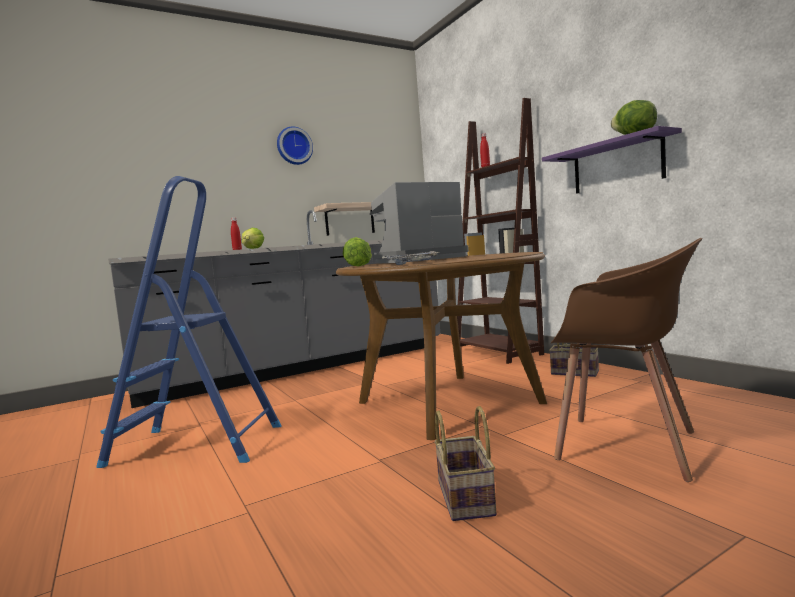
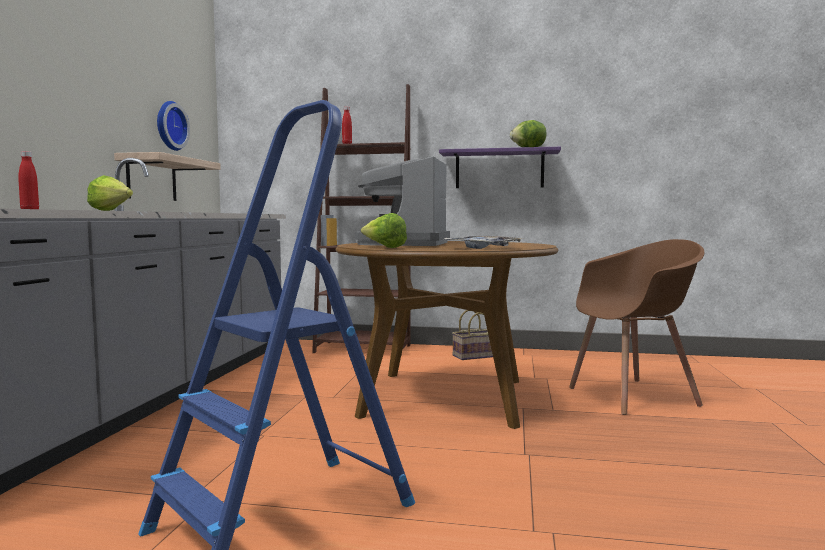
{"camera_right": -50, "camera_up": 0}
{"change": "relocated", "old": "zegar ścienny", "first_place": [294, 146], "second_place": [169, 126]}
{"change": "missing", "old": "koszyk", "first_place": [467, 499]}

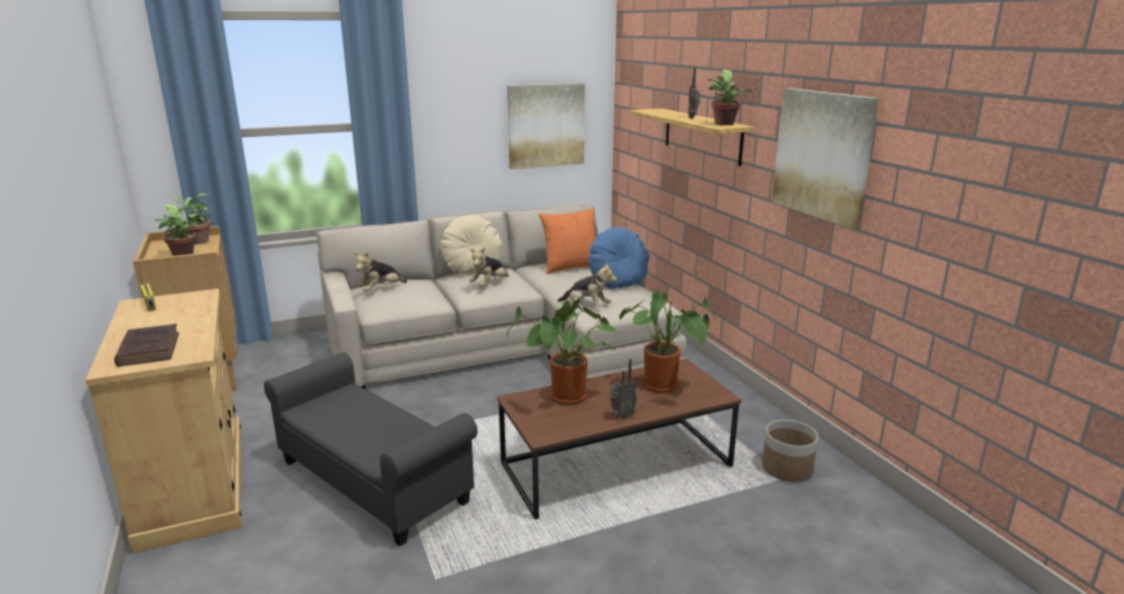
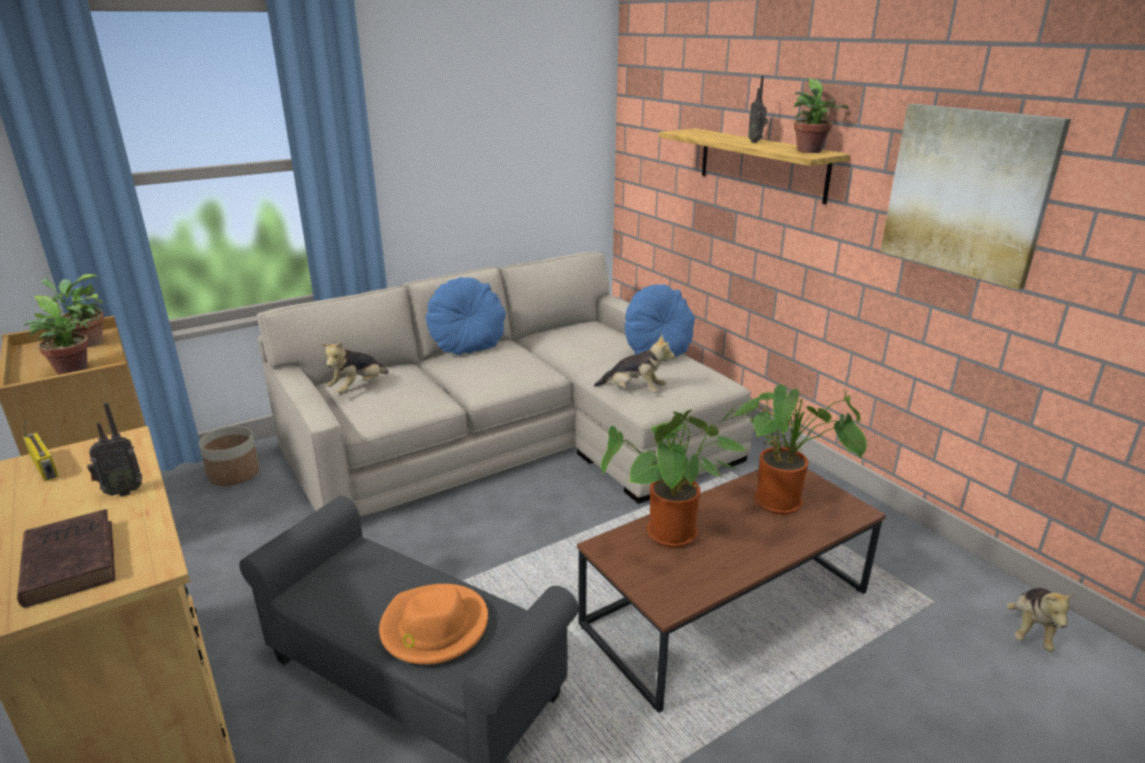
{"camera_right": -10, "camera_up": 5}
{"change": "relocated", "old": "radio", "first_place": [621, 416], "second_place": [122, 492]}
{"change": "relocated", "old": "donica", "first_place": [787, 468], "second_place": [234, 473]}
{"change": "appeared", "new": "kapelusz [pomarańczowy]", "second_place": [433, 628]}
{"change": "colour", "old": "poduszka [beżowy]", "new": "poduszka [niebieski]", "first_place": [472, 271], "second_place": [468, 349]}
{"change": "relocated", "old": "pluszak", "first_place": [489, 285], "second_place": [1030, 631]}
{"change": "missing", "old": "obraz", "first_place": [546, 125]}
{"change": "missing", "old": "poduszka [pomarańczowy]", "first_place": [570, 267]}

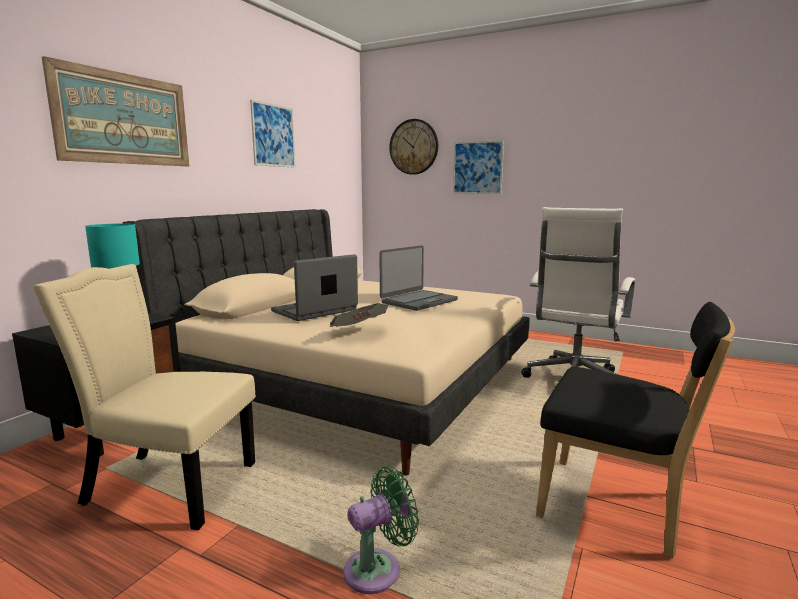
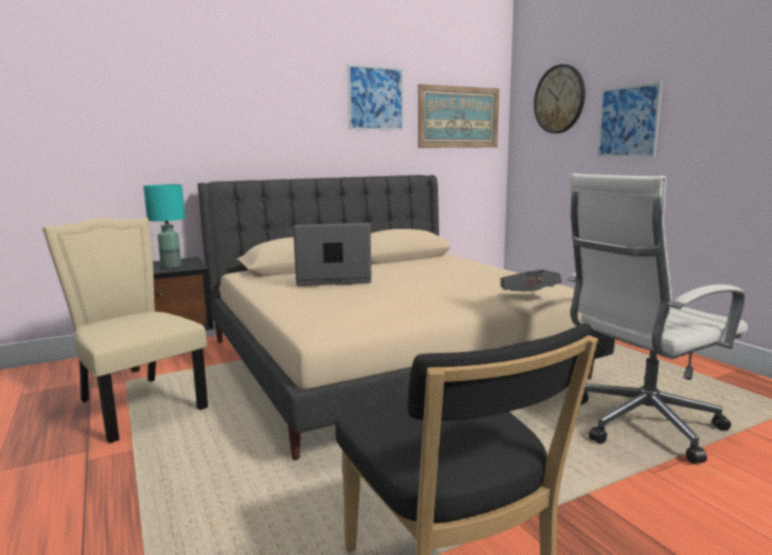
{"camera_right": 35, "camera_up": 0}
{"change": "relocated", "old": "obraz", "first_place": [124, 119], "second_place": [458, 117]}
{"change": "relocated", "old": "gazeta", "first_place": [358, 332], "second_place": [529, 298]}
{"change": "missing", "old": "wentylator [zielony]", "first_place": [378, 569]}
{"change": "missing", "old": "laptop", "first_place": [418, 301]}

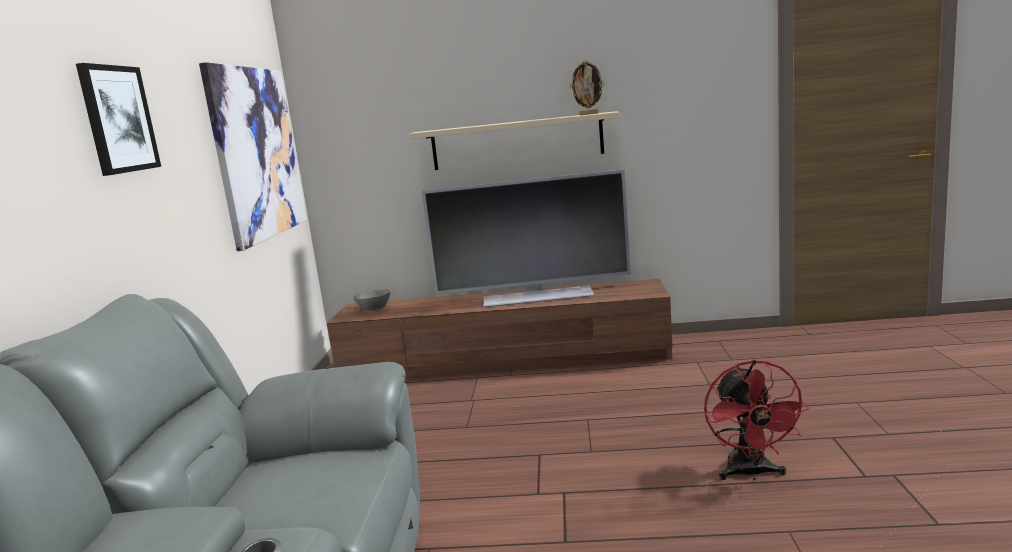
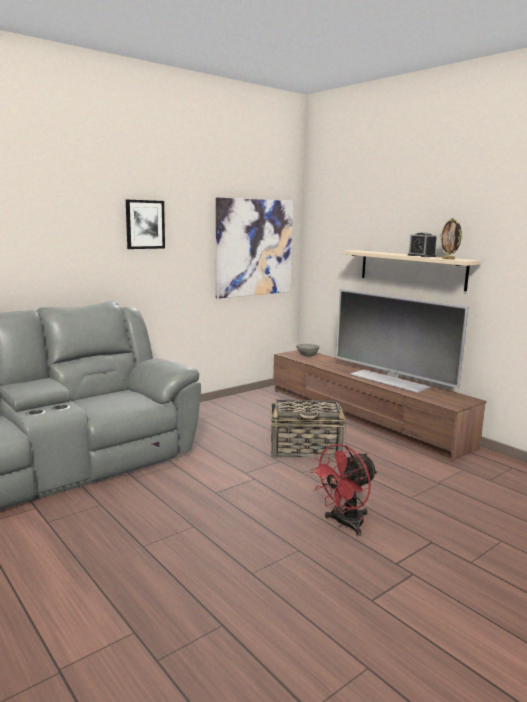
{"camera_right": 45, "camera_up": 0}
{"change": "appeared", "new": "koszyk", "second_place": [306, 450]}
{"change": "appeared", "new": "budzik", "second_place": [421, 256]}

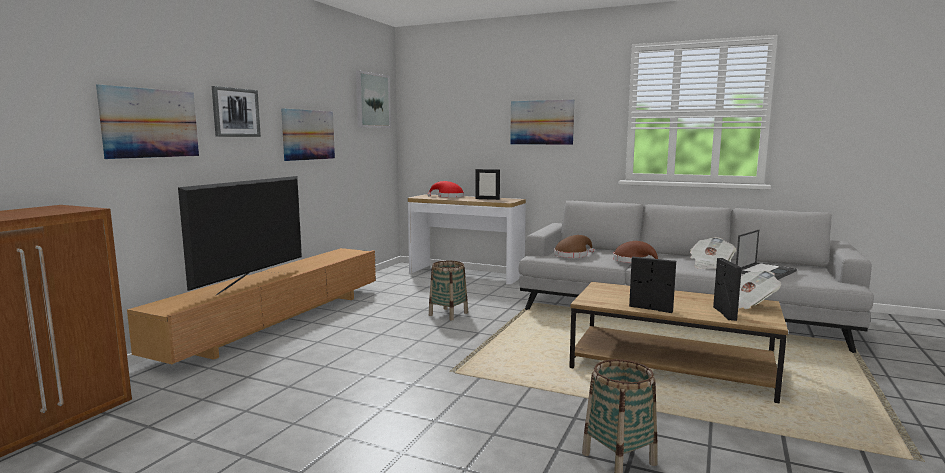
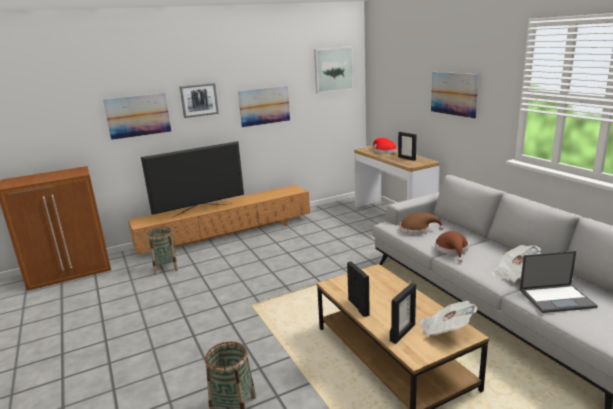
{"camera_right": 40, "camera_up": 10}
{"change": "relocated", "old": "koszyk", "first_place": [448, 314], "second_place": [165, 268]}

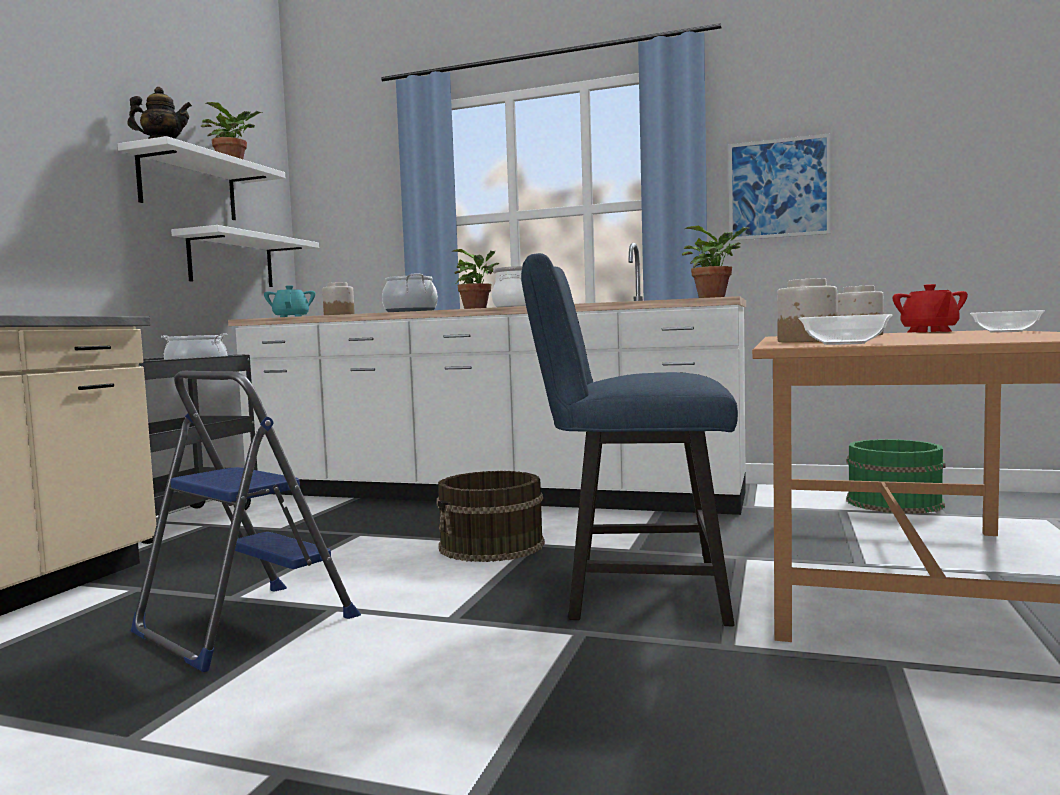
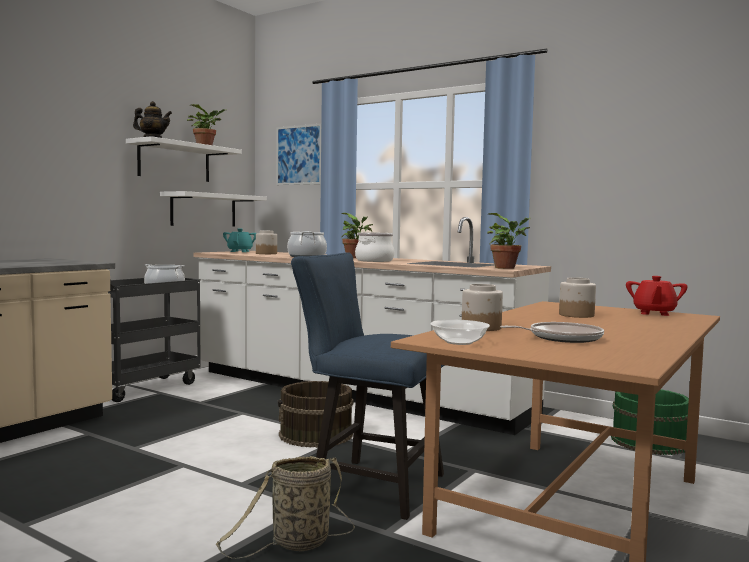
{"camera_right": 15, "camera_up": 0}
{"change": "appeared", "new": "koszyk", "second_place": [296, 544]}
{"change": "relocated", "old": "obraz", "first_place": [778, 188], "second_place": [299, 155]}
{"change": "appeared", "new": "patelnia", "second_place": [561, 338]}
{"change": "missing", "old": "drabinka [niebieski]", "first_place": [238, 626]}
{"change": "missing", "old": "miska", "first_place": [1005, 332]}

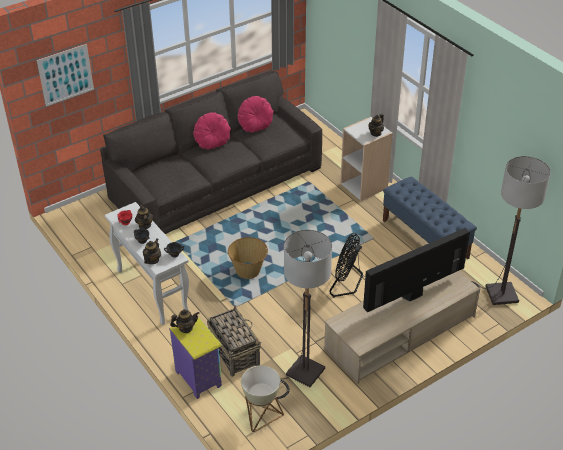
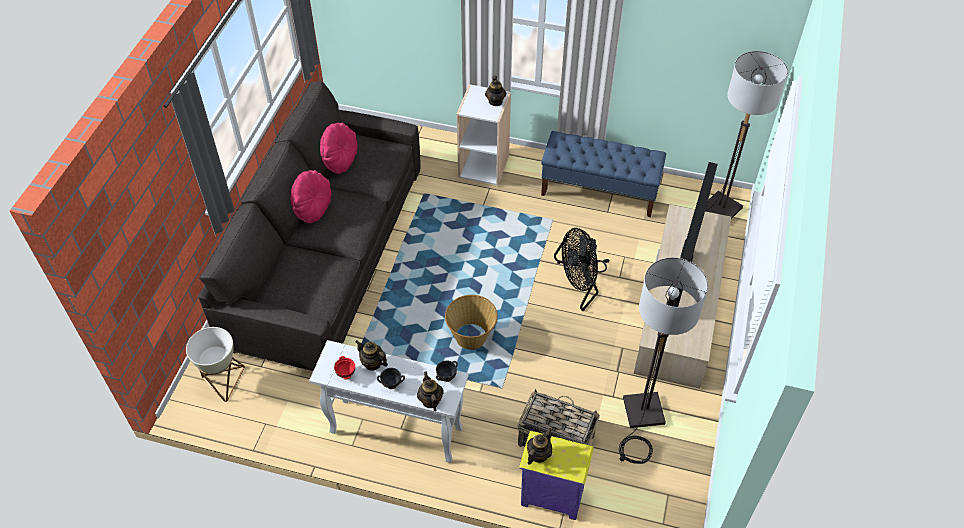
{"camera_right": -40, "camera_up": 10}
{"change": "relocated", "old": "donica", "first_place": [262, 415], "second_place": [223, 380]}
{"change": "missing", "old": "obraz", "first_place": [66, 75]}

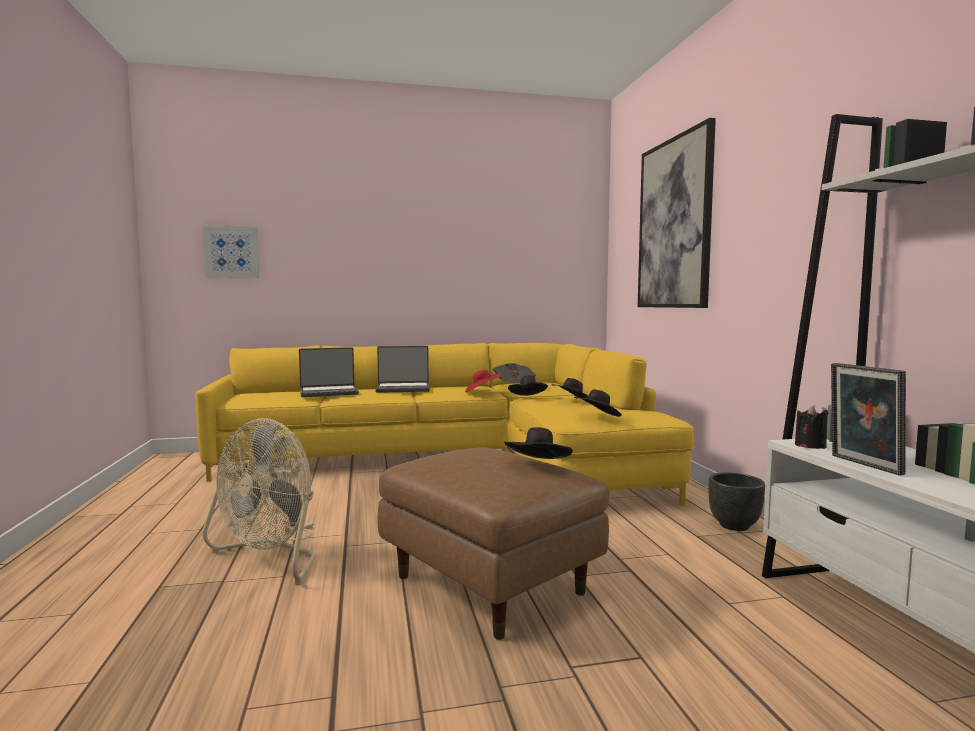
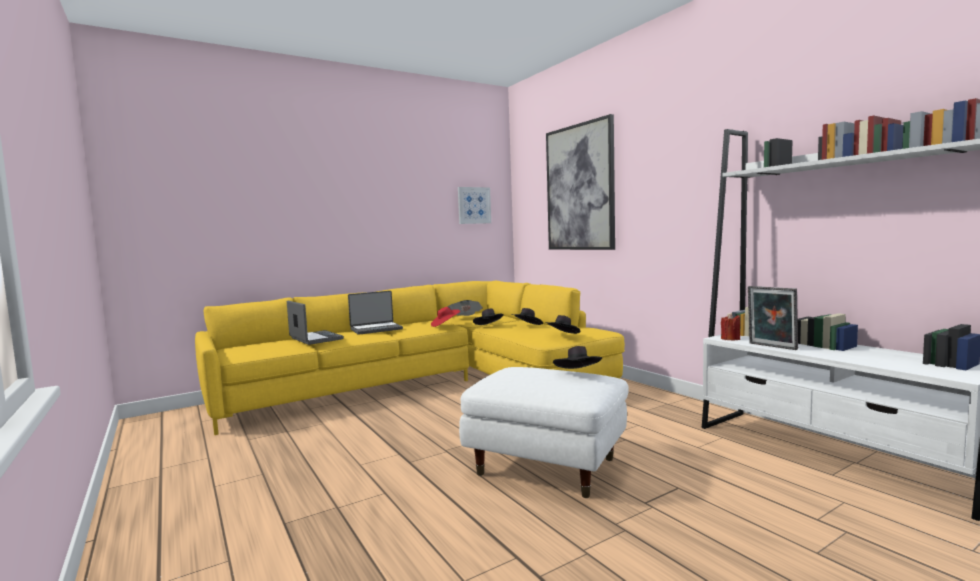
{"camera_right": -20, "camera_up": 0}
{"change": "spun", "old": "laptop", "first_place": [329, 392], "second_place": [315, 339], "degrees": -90}
{"change": "relocated", "old": "obraz", "first_place": [231, 252], "second_place": [474, 205]}
{"change": "colour", "old": "pufa [brązowy]", "new": "pufa [biały]", "first_place": [491, 587], "second_place": [548, 467]}
{"change": "colour", "old": "świeca [czarny]", "new": "świeca [czerwony]", "first_place": [810, 446], "second_place": [730, 339]}
{"change": "missing", "old": "wentylator [beżowy]", "first_place": [274, 556]}
{"change": "missing", "old": "donica [czarny]", "first_place": [734, 526]}

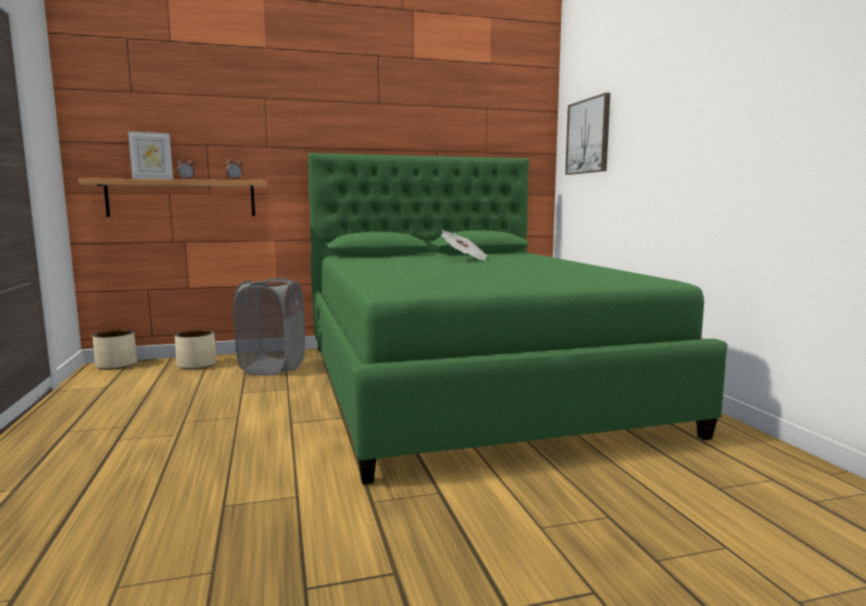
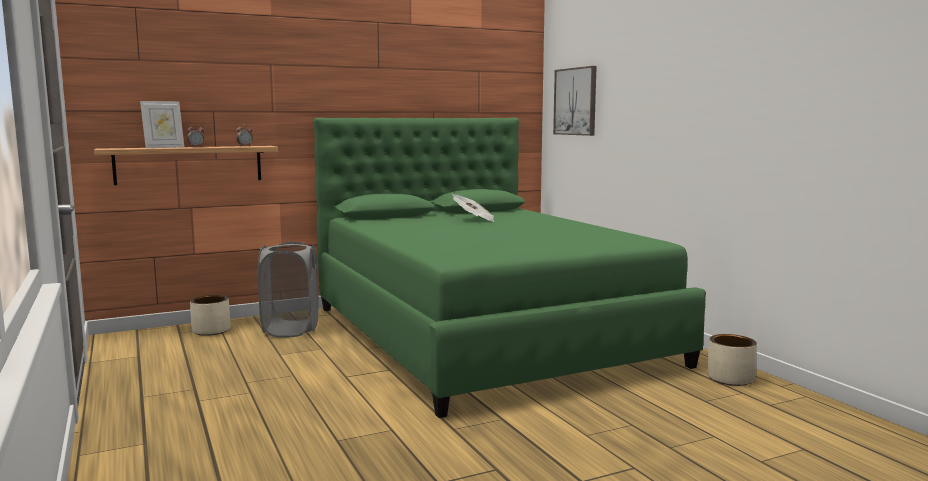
{"camera_right": -10, "camera_up": 0}
{"change": "relocated", "old": "donica [beżowy]", "first_place": [116, 365], "second_place": [730, 378]}

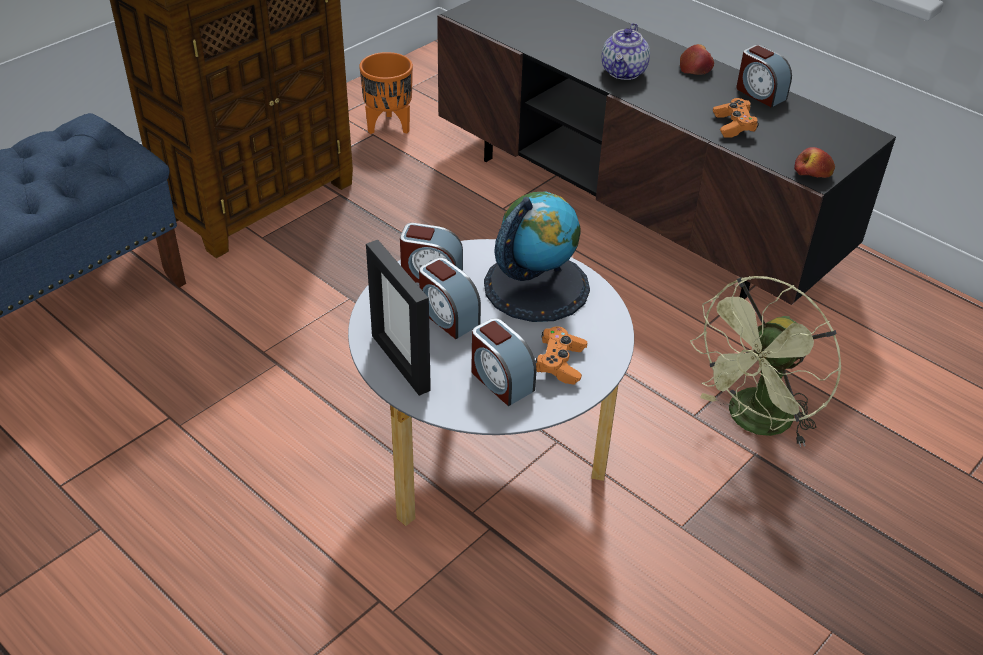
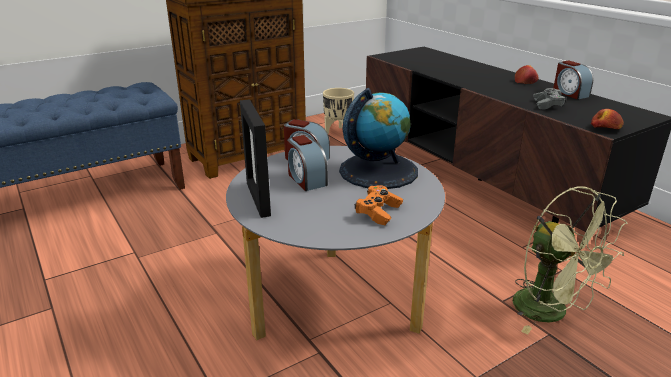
{"camera_right": 15, "camera_up": -15}
{"change": "colour", "old": "donica [pomarańczowy]", "new": "donica [beżowy]", "first_place": [388, 126], "second_place": [338, 132]}
{"change": "spun", "old": "wentylator [zielony]", "first_place": [754, 423], "second_place": [551, 312], "degrees": -90}
{"change": "colour", "old": "pad do gier [pomarańczowy]", "new": "pad do gier [szary]", "first_place": [733, 126], "second_place": [547, 105]}
{"change": "missing", "old": "budzik", "first_place": [500, 380]}
{"change": "missing", "old": "imbryk", "first_place": [624, 72]}

